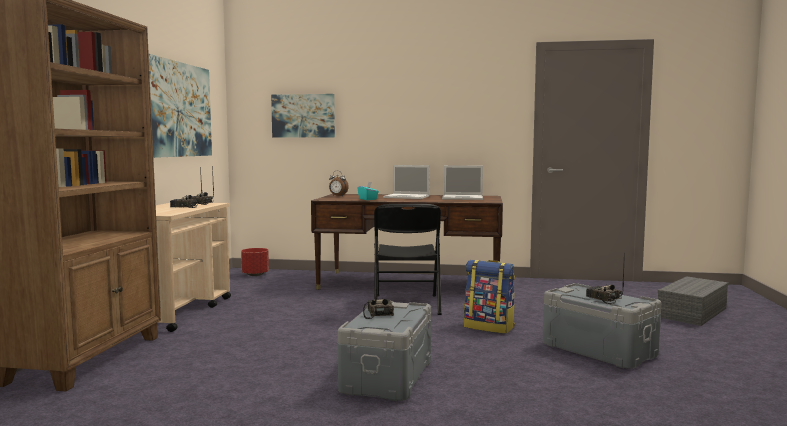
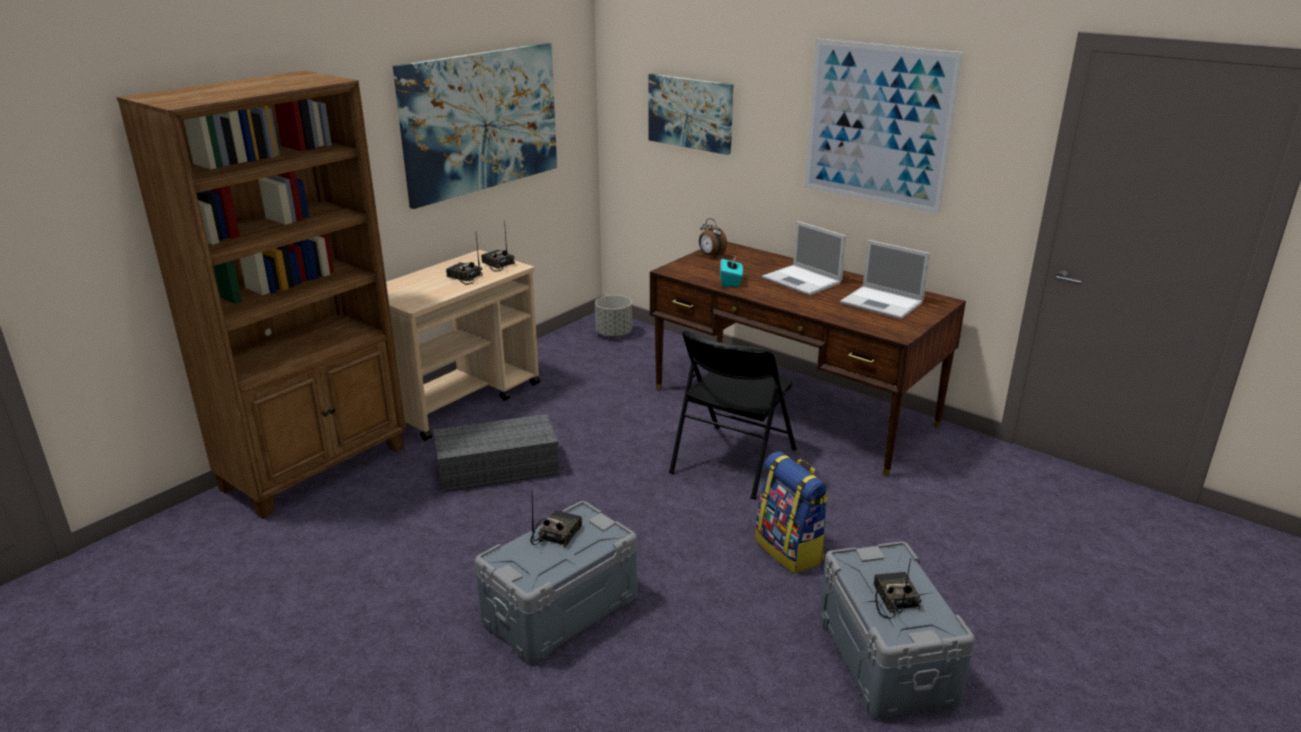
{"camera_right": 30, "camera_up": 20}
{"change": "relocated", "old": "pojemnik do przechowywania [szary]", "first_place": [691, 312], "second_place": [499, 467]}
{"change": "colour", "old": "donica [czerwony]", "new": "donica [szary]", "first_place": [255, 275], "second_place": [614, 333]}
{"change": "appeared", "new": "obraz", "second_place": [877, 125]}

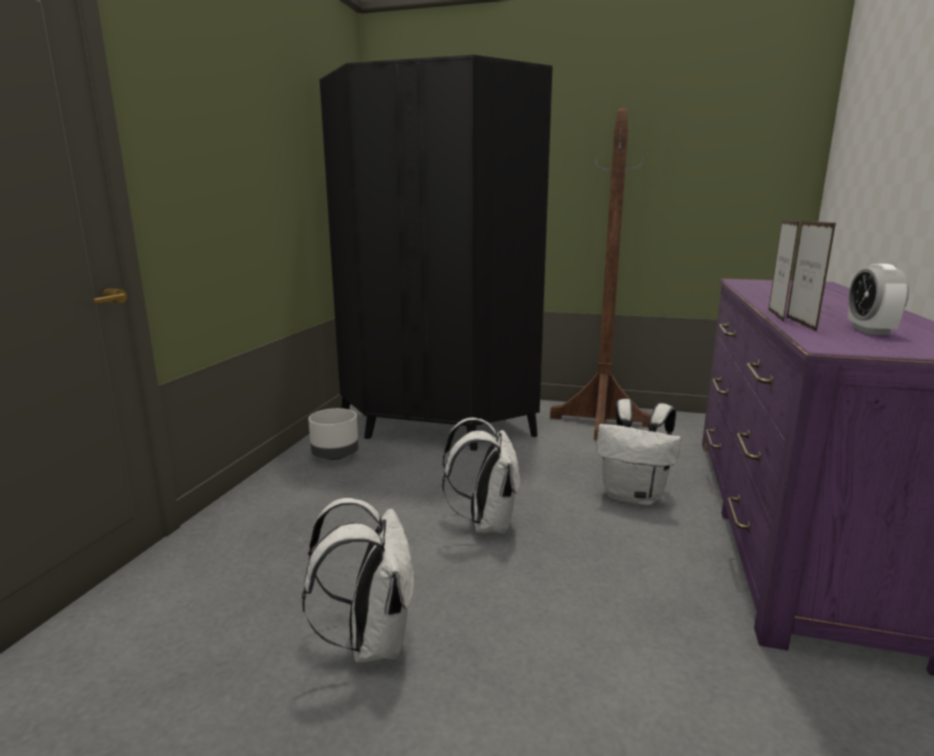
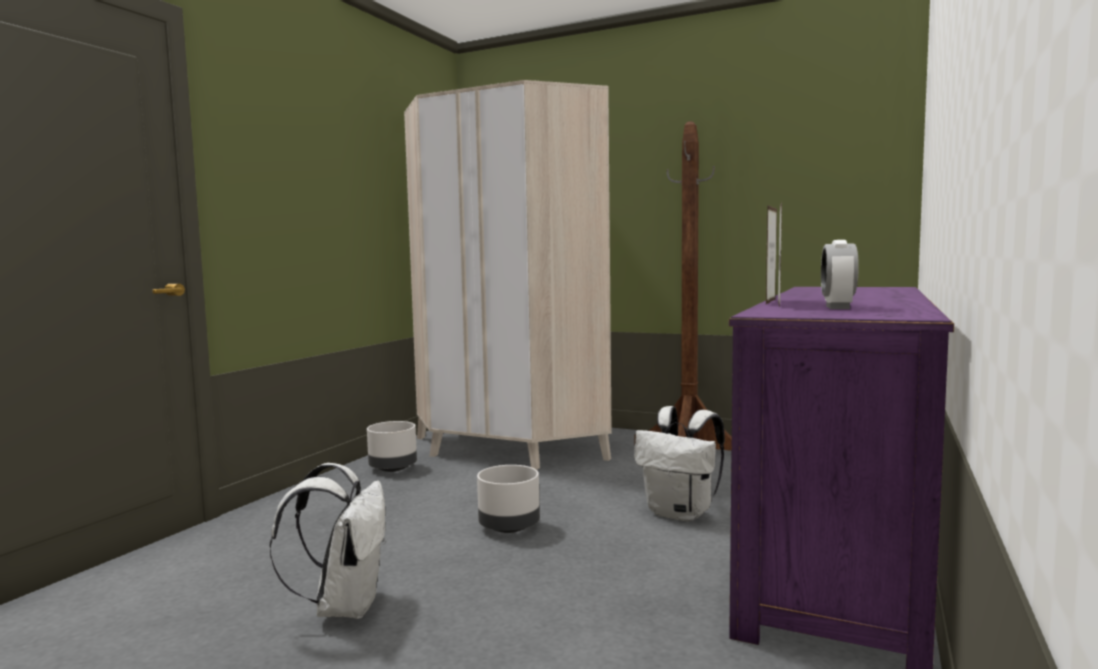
{"camera_right": 10, "camera_up": -10}
{"change": "colour", "old": "szafa [czarny]", "new": "szafa [beżowy]", "first_place": [438, 422], "second_place": [513, 445]}
{"change": "exchanged", "old": "plecak [biały]", "new": "donica [szary]", "first_place": [486, 523], "second_place": [509, 527]}

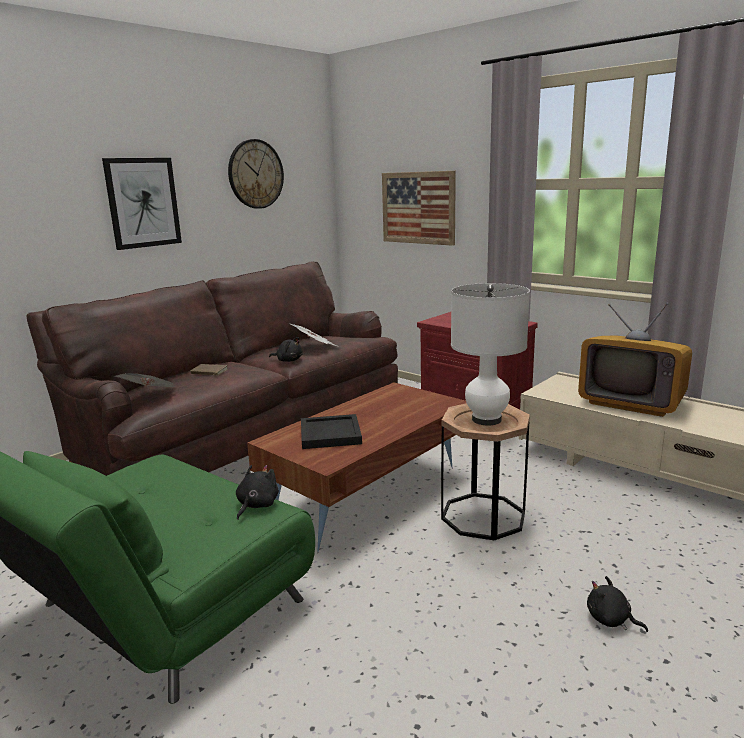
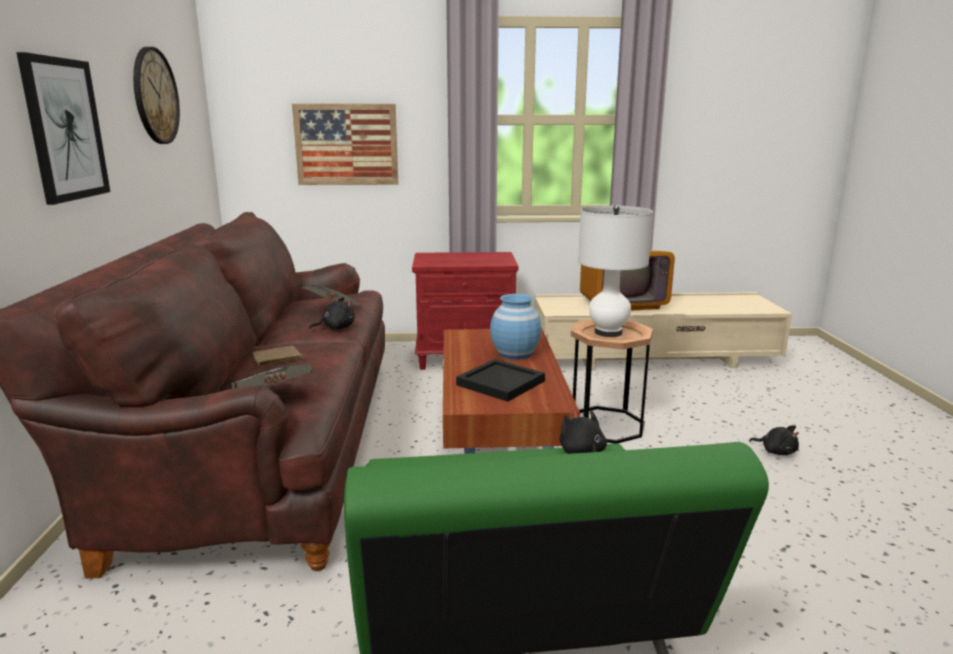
{"camera_right": -45, "camera_up": 0}
{"change": "appeared", "new": "wazon [niebieski]", "second_place": [515, 354]}
{"change": "spun", "old": "pluszak [czarny]", "first_place": [611, 620], "second_place": [776, 451], "degrees": -135}

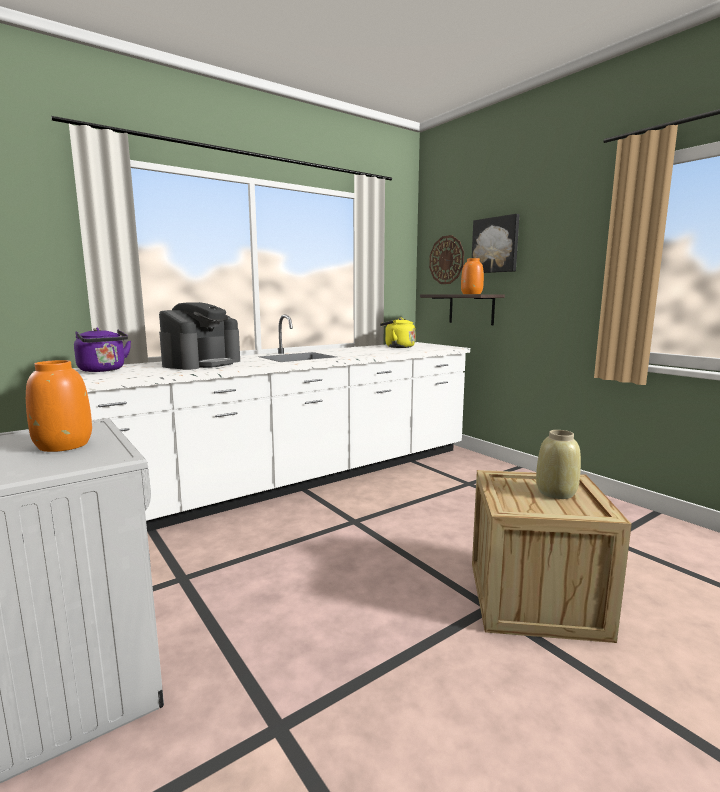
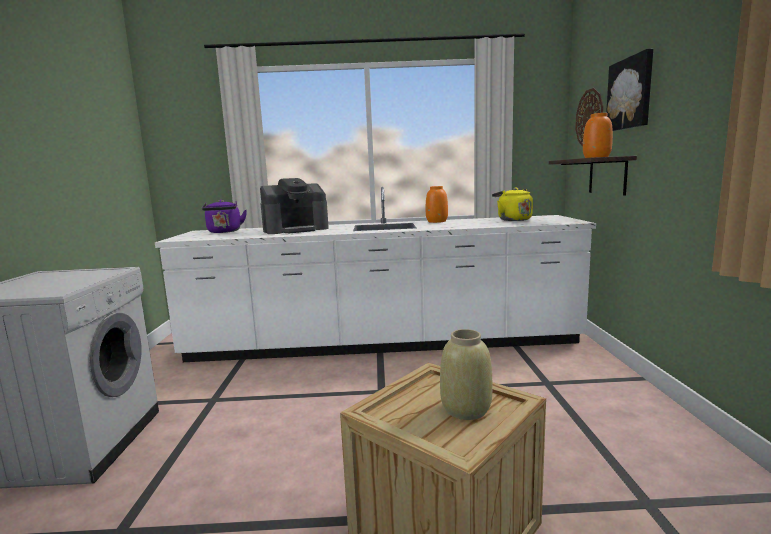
{"camera_right": 35, "camera_up": 0}
{"change": "relocated", "old": "wazon [pomarańczowy]", "first_place": [64, 445], "second_place": [437, 221]}

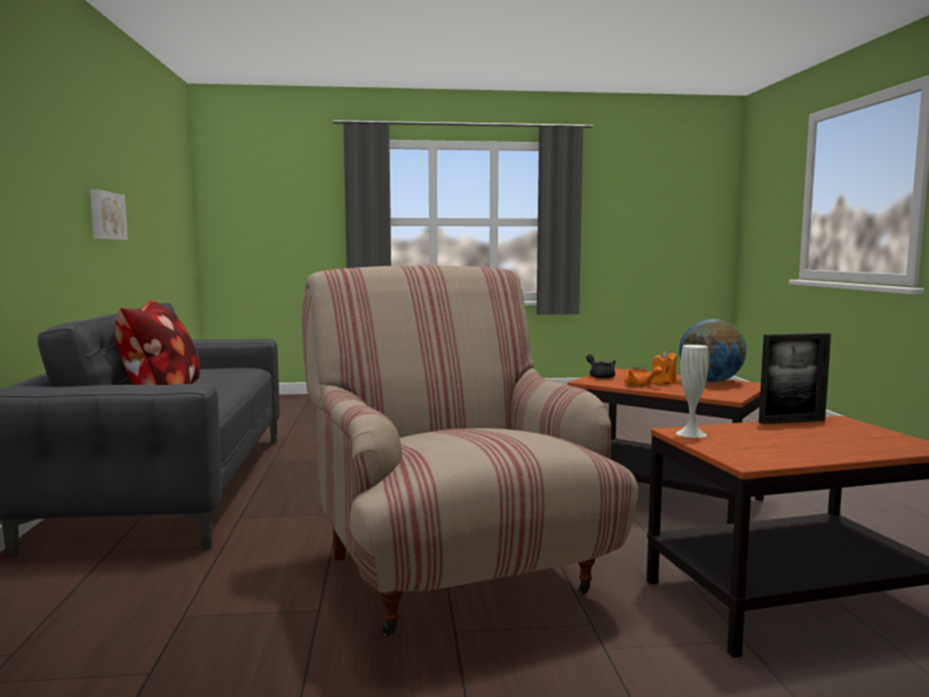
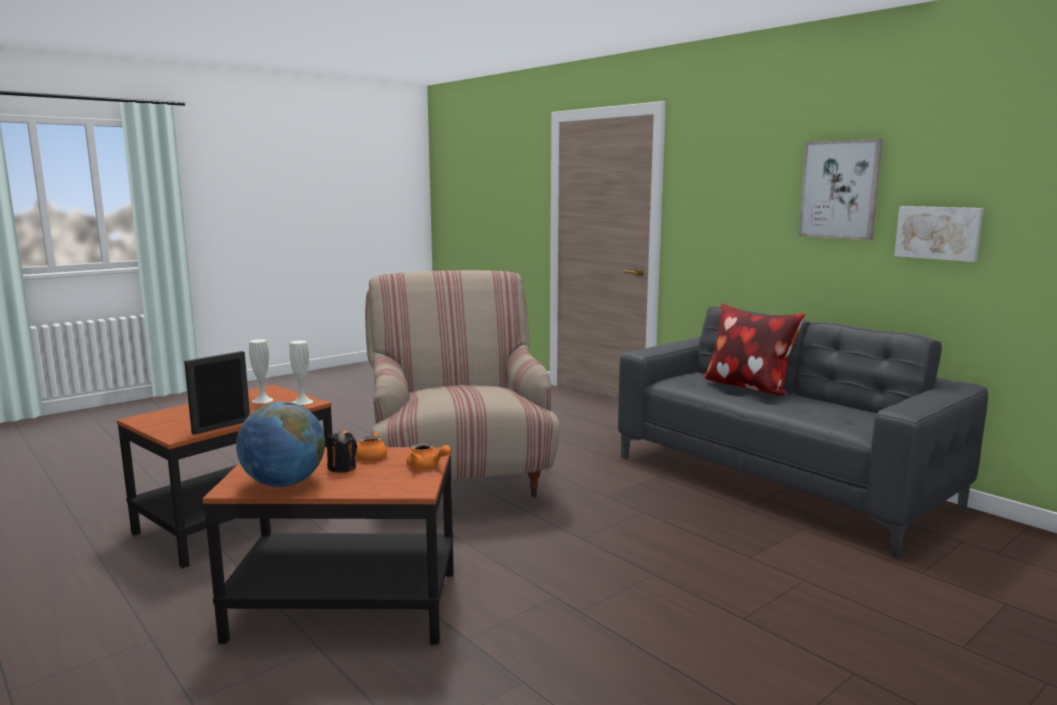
{"camera_right": 145, "camera_up": 5}
{"change": "appeared", "new": "wazon [biały]", "second_place": [262, 400]}
{"change": "colour", "old": "świeca [pomarańczowy]", "new": "świeca [czarny]", "first_place": [664, 382], "second_place": [342, 468]}
{"change": "spun", "old": "fotel [beżowy]", "first_place": [455, 575], "second_place": [459, 481], "degrees": -135}
{"change": "colour", "old": "imbryk [czarny]", "new": "imbryk [pomarańczowy]", "first_place": [600, 376], "second_place": [426, 466]}
{"change": "appeared", "new": "obraz", "second_place": [839, 189]}

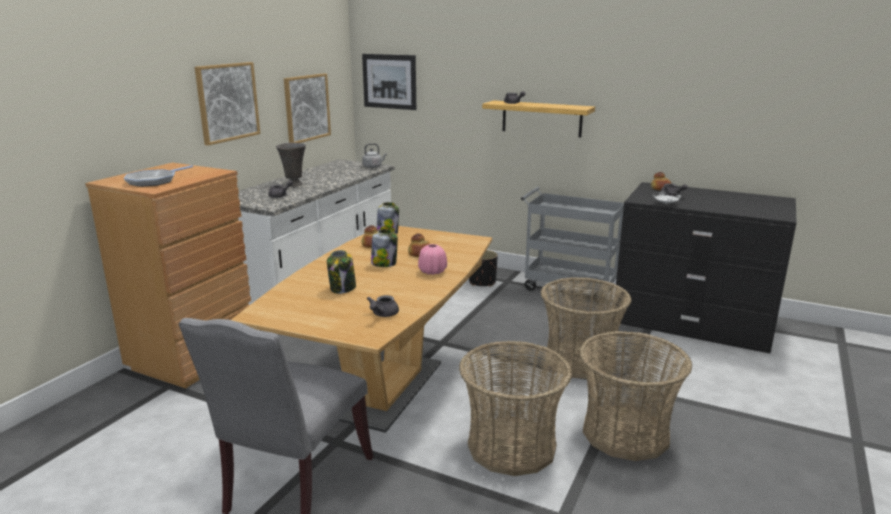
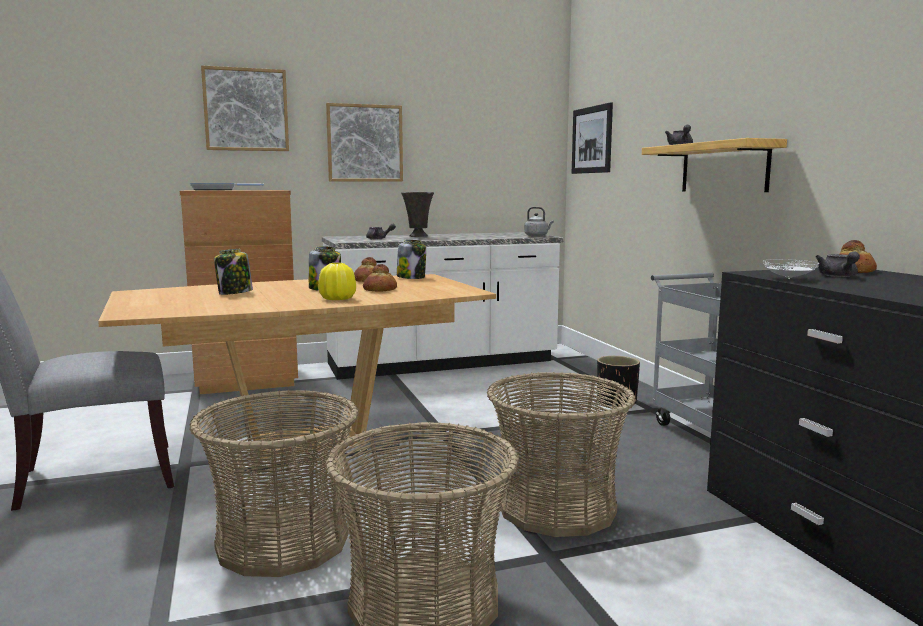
{"camera_right": 45, "camera_up": -10}
{"change": "relocated", "old": "obraz", "first_place": [306, 108], "second_place": [246, 110]}
{"change": "colour", "old": "wazon [różowy]", "new": "wazon [żółty]", "first_place": [432, 271], "second_place": [337, 299]}
{"change": "missing", "old": "imbryk [szary]", "first_place": [382, 314]}

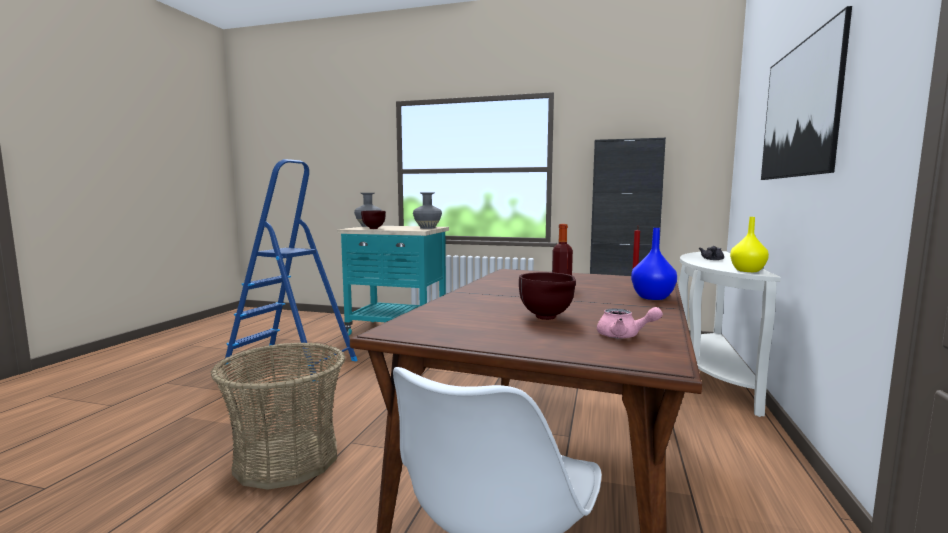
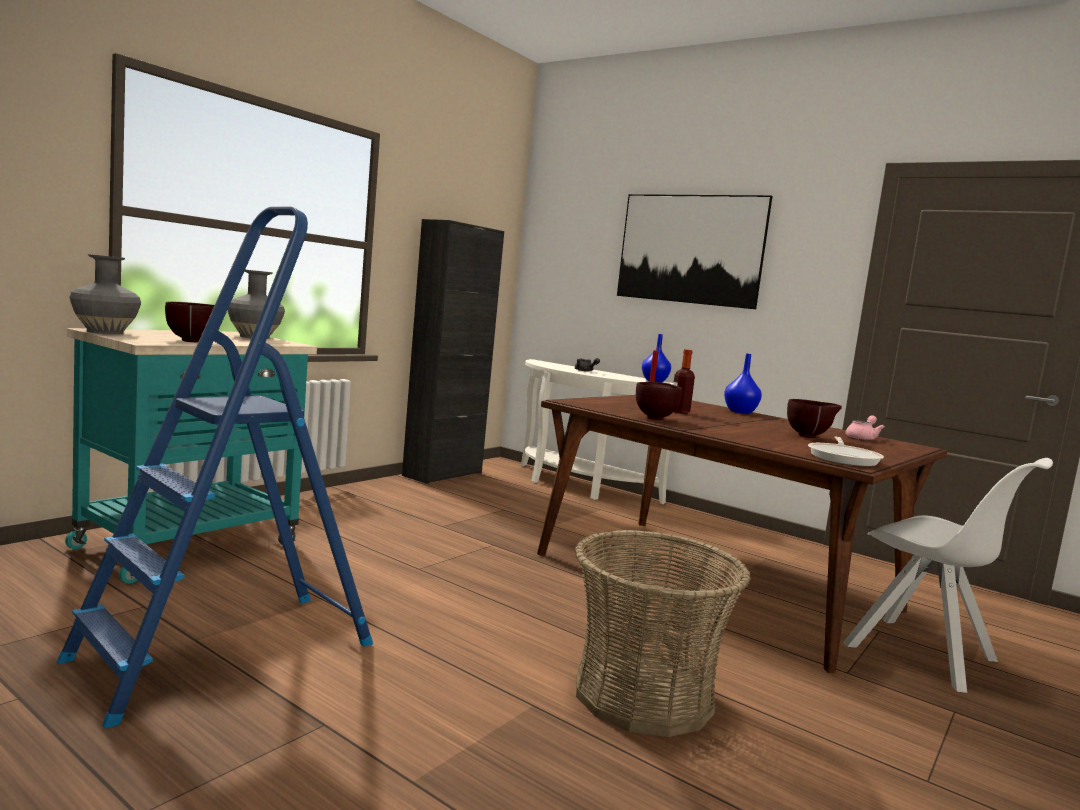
{"camera_right": -70, "camera_up": 0}
{"change": "appeared", "new": "miska [brązowy]", "second_place": [655, 418]}
{"change": "colour", "old": "wazon [żółty]", "new": "wazon [niebieski]", "first_place": [747, 271], "second_place": [655, 381]}
{"change": "appeared", "new": "patelnia", "second_place": [844, 458]}

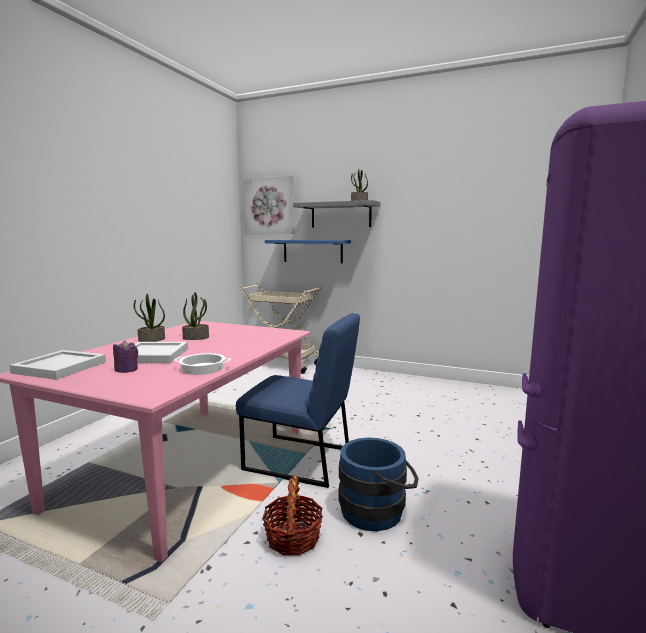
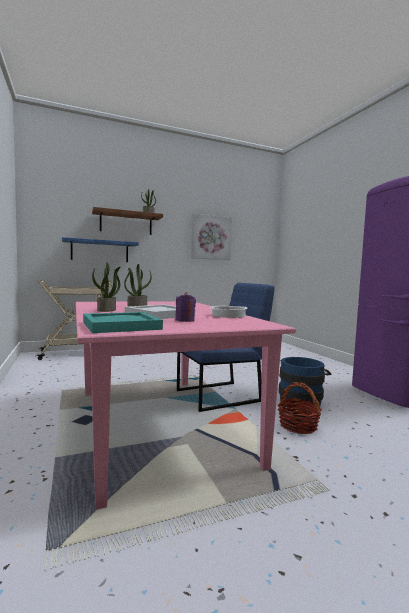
{"camera_right": -45, "camera_up": -5}
{"change": "colour", "old": "taca [biały]", "new": "taca [turkusowy]", "first_place": [61, 367], "second_place": [122, 325]}
{"change": "colour", "old": "półka [szary]", "new": "półka [brązowy]", "first_place": [340, 215], "second_place": [126, 223]}
{"change": "relocated", "old": "obraz", "first_place": [269, 206], "second_place": [210, 237]}

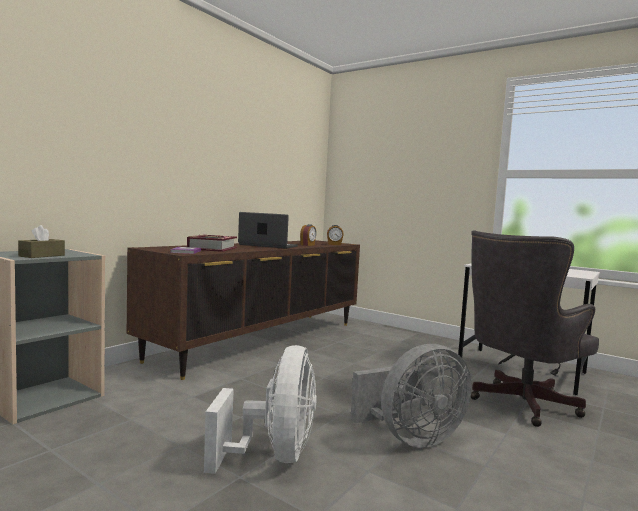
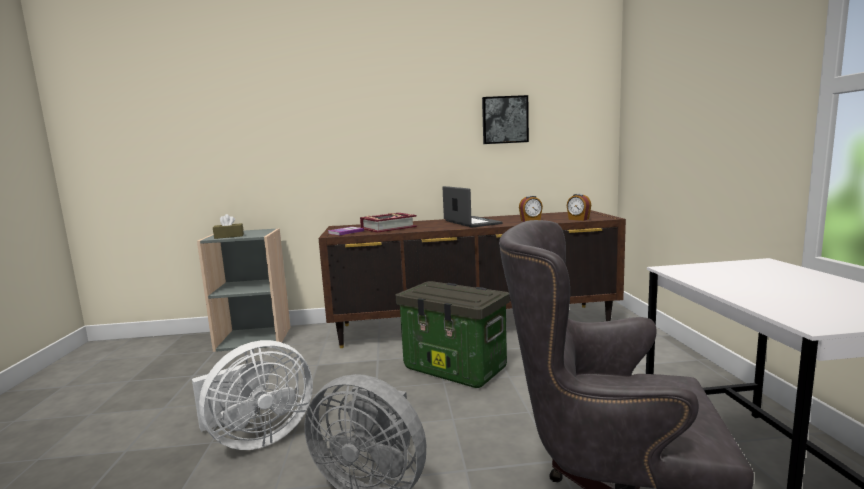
{"camera_right": 50, "camera_up": 5}
{"change": "appeared", "new": "pojemnik do przechowywania", "second_place": [456, 368]}
{"change": "appeared", "new": "obraz", "second_place": [504, 120]}

